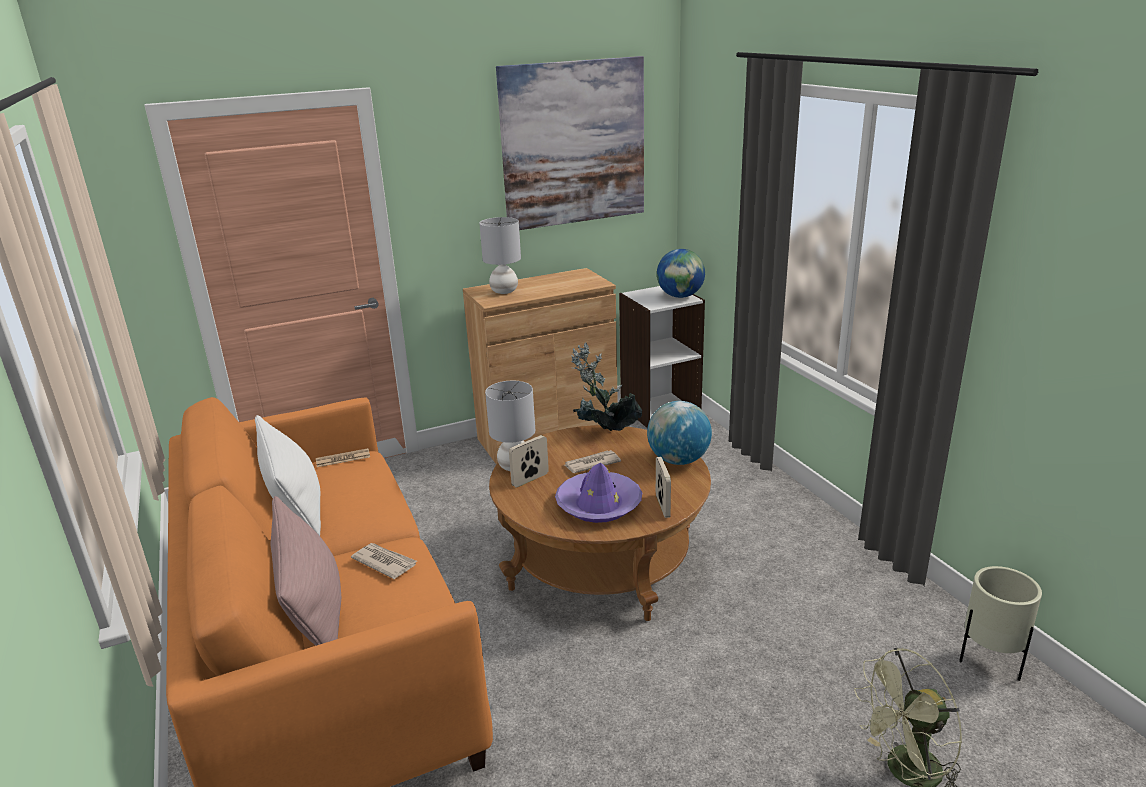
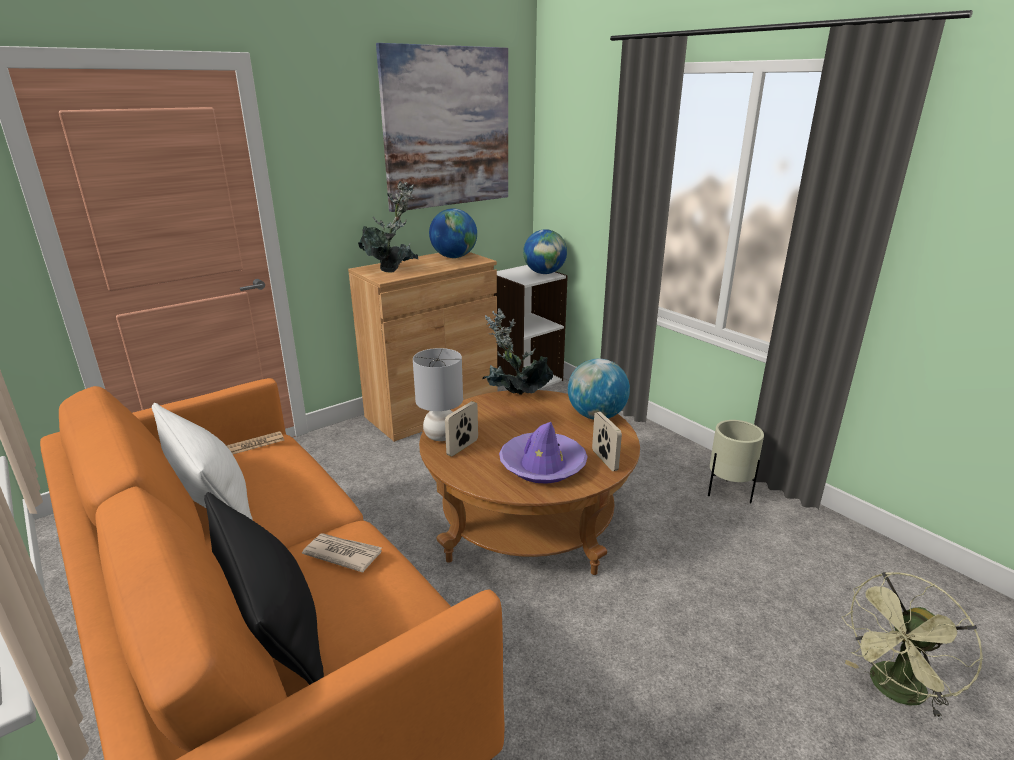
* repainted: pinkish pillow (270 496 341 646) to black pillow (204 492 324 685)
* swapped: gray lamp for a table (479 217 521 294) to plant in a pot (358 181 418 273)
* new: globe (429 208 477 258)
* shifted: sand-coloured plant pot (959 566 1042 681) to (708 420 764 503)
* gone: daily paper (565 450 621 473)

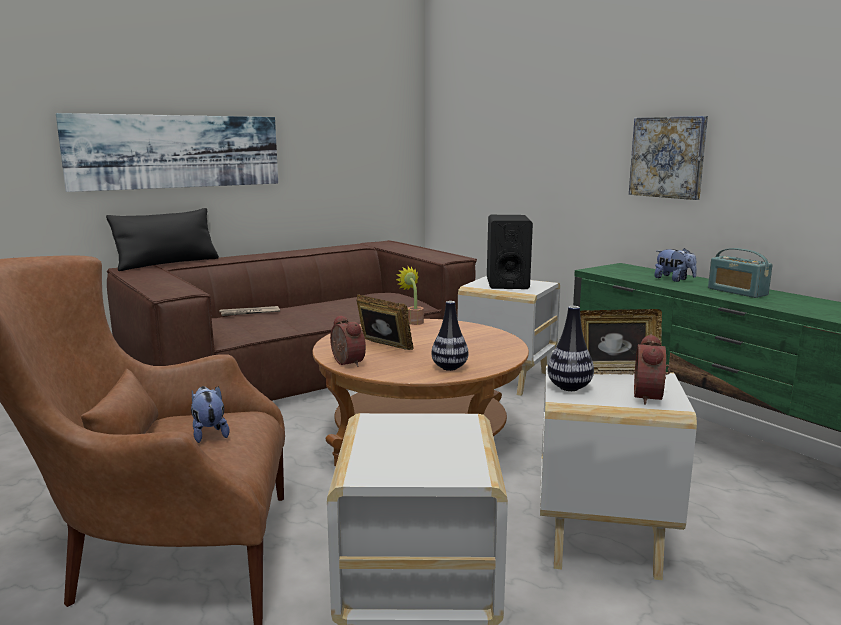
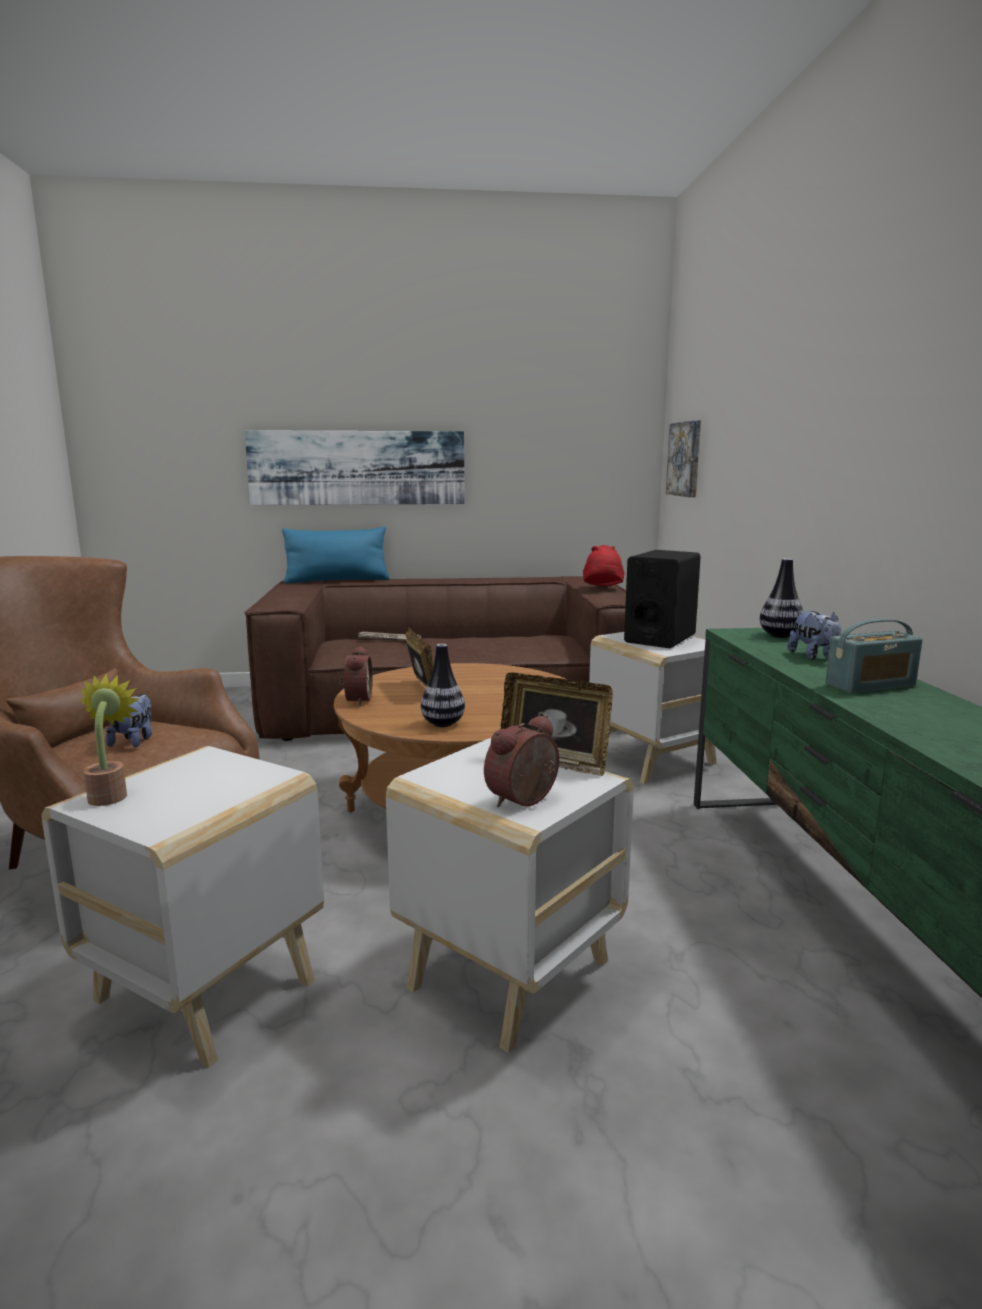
* shifted: plant in a pot (396 267 424 325) to (80 673 139 806)
* repainted: black pillow (106 208 219 271) to blue-coloured pillow (282 527 389 584)
* new: red-coloured clothing hat (583 545 624 586)
* shifted: picture (629 116 708 200) to (666 420 701 497)
* shifted: flower vase (547 306 594 391) to (760 558 804 638)
* rotated: radio receiver (708 248 773 298) = (825 619 923 693) 105 degrees counterclockwise

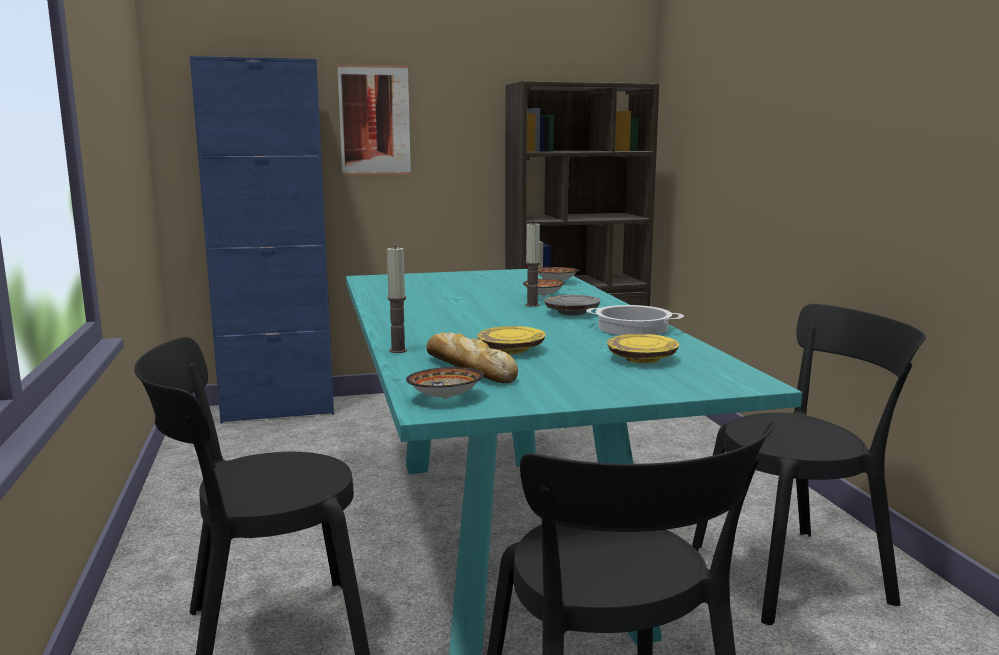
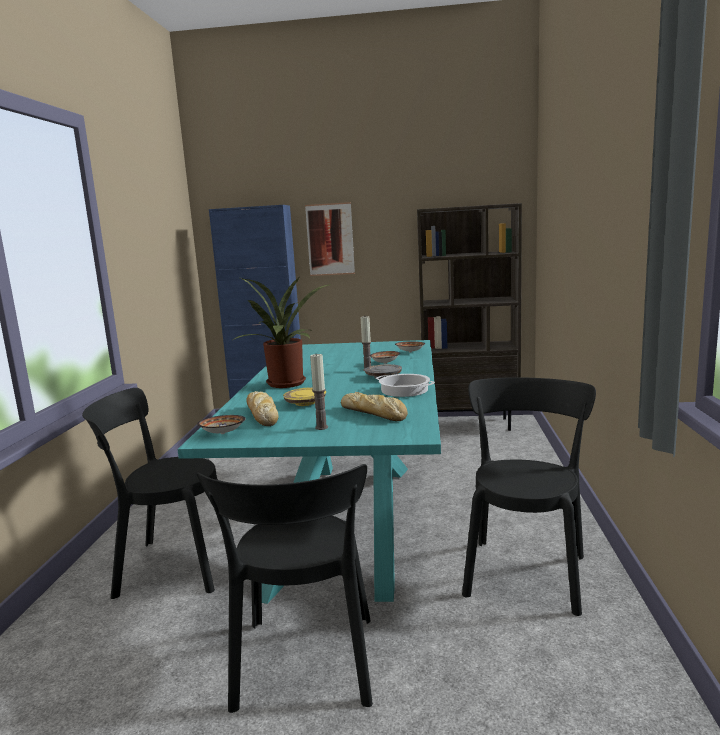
* new: plant in a pot (233 277 331 388)
* shifted: candle (387 246 407 353) to (310 354 328 430)
* swapped: yellow-coloured flat dish (607 334 679 363) to bread (341 392 408 421)
* rotated: black plain chair (692 304 926 625) = (462 377 596 616) 75 degrees counterclockwise

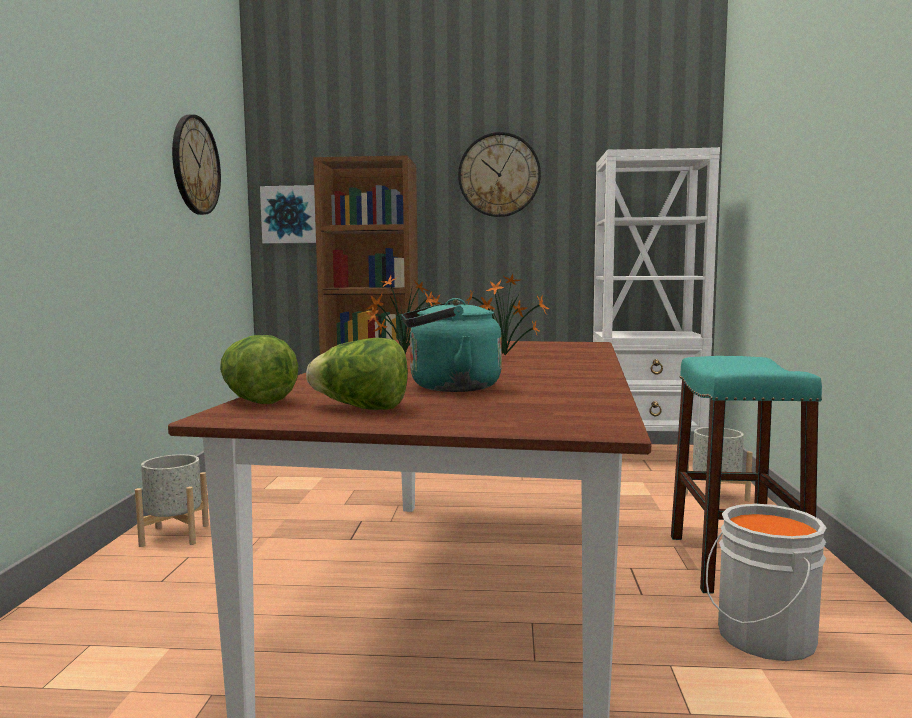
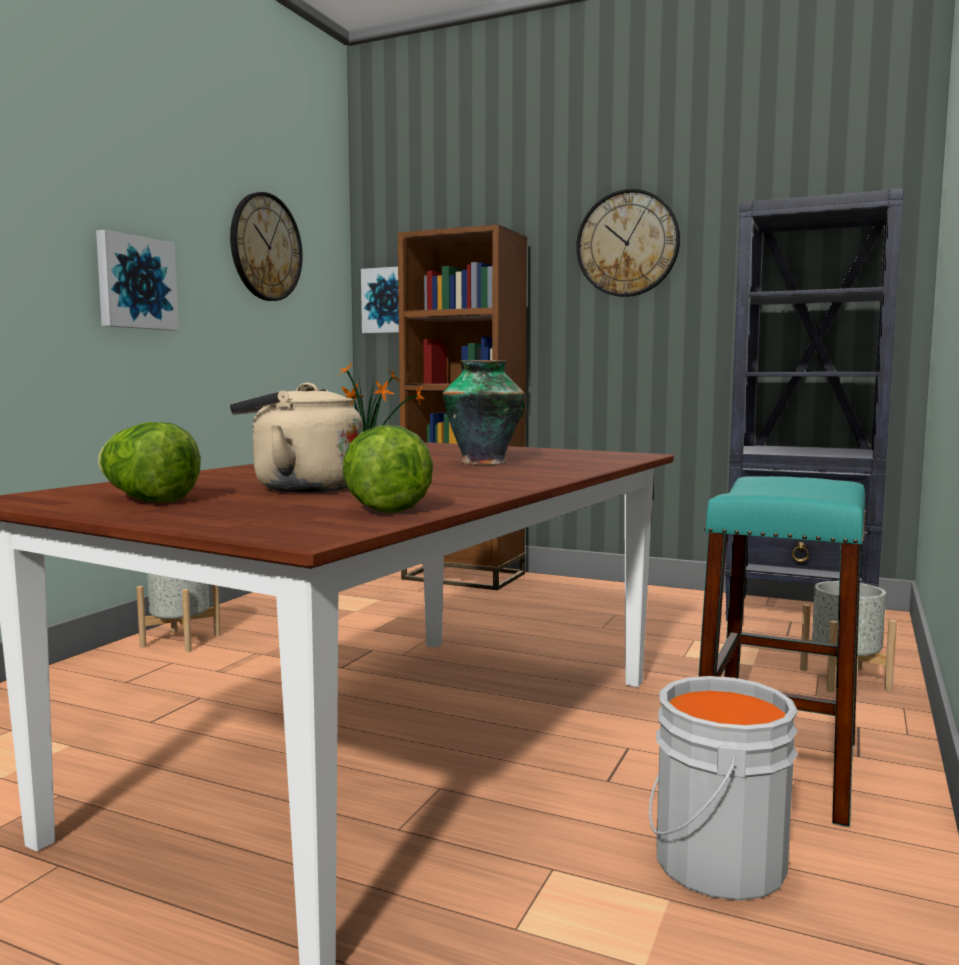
* new: picture (96 230 179 331)
* repainted: turquoise tea kettle (402 298 502 392) to sand-coloured tea kettle (230 383 363 492)
* shifted: lettuce head (220 335 298 404) to (343 425 433 513)
* swapped: plant in a pot (466 274 549 356) to flower vase (442 360 524 465)
* repainted: whitish shelving unit (593 147 720 431) to black shelving unit (725 188 904 621)

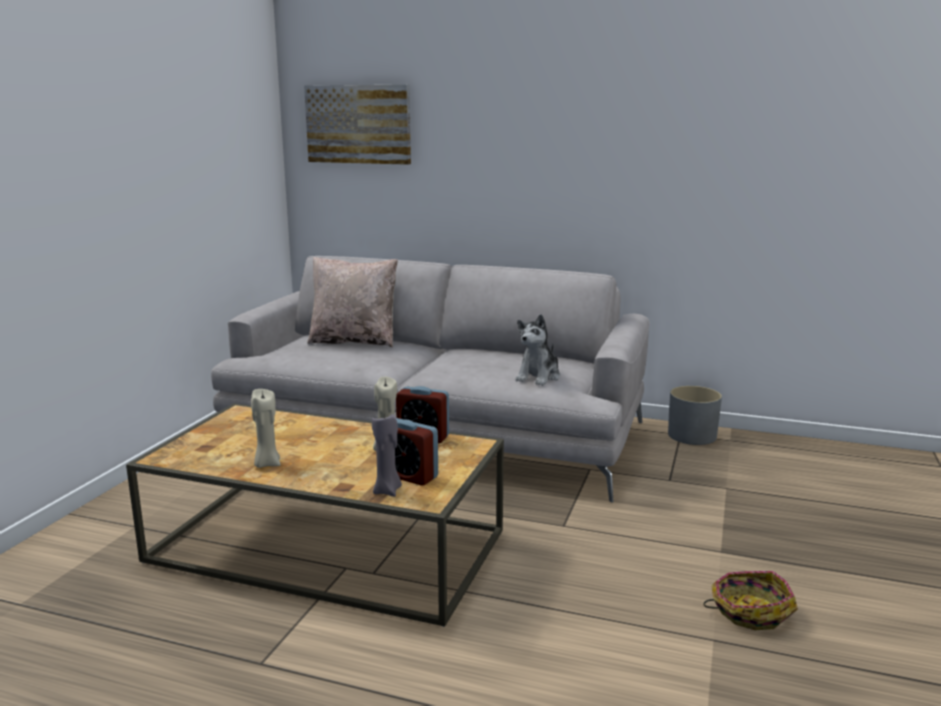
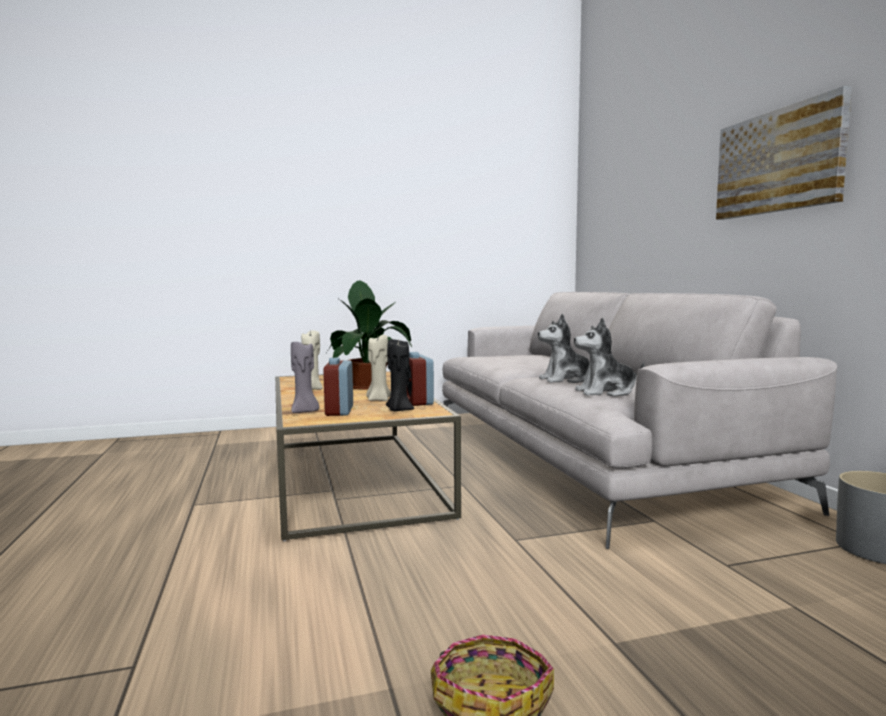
* new: plant in a pot (326 280 412 389)
* new: black candle (386 339 414 412)
* new: cuddly toy (538 314 590 383)
* shifted: picture (304 85 411 165) to (716 86 852 220)
* gone: sand-coloured pillow (307 257 398 347)

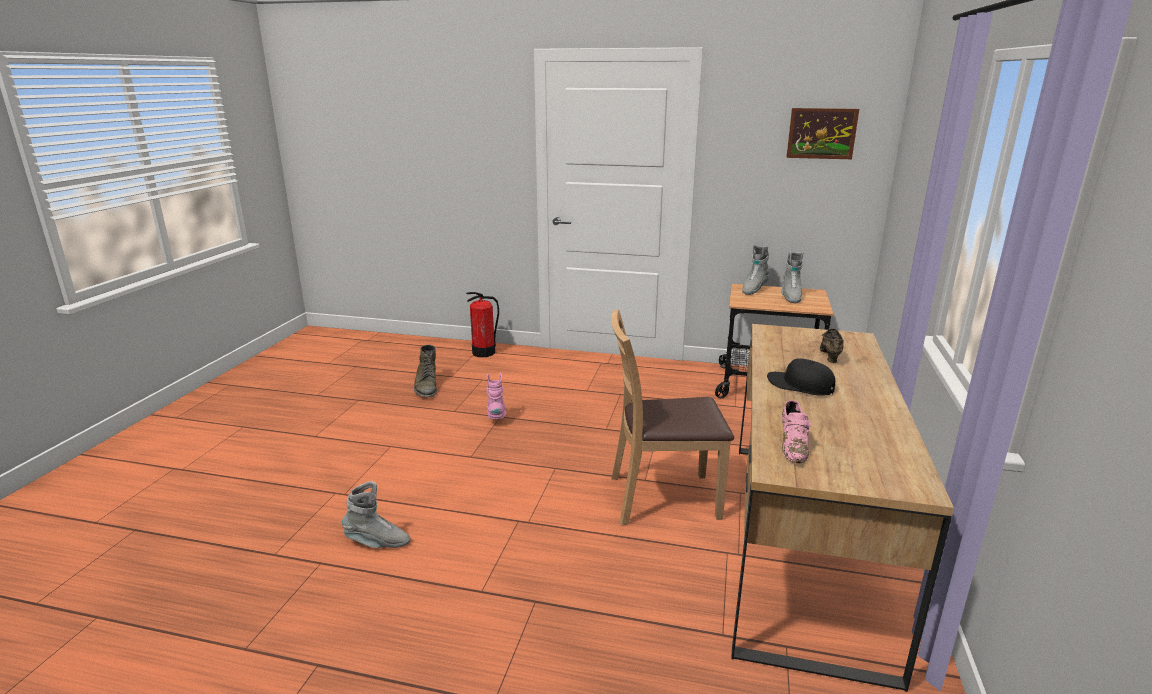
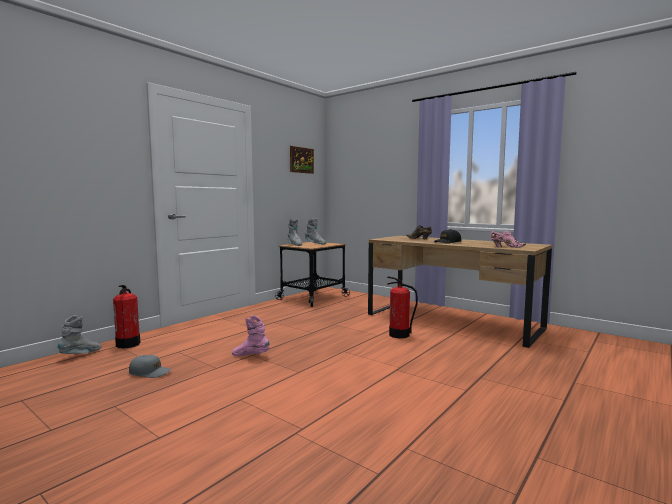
* shifted: gray boot (342 481 411 548) to (58 315 101 354)
* swapped: green boot (414 345 437 397) to gray peaked cap (129 355 171 378)
* swapped: brown plain chair (611 309 734 525) to extinguisher (387 277 418 339)

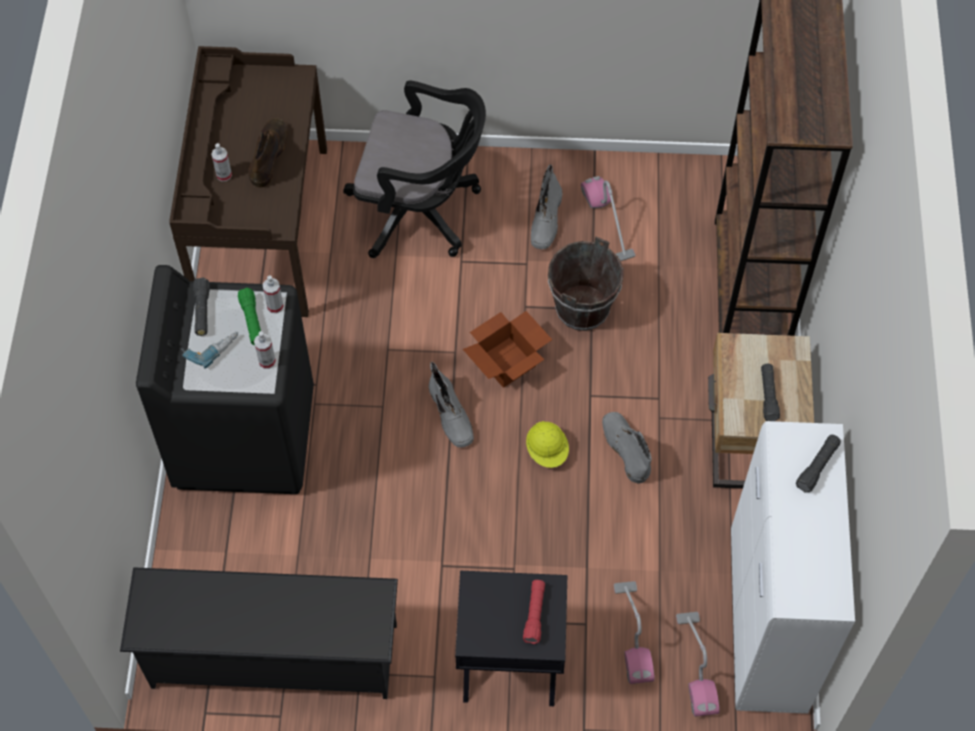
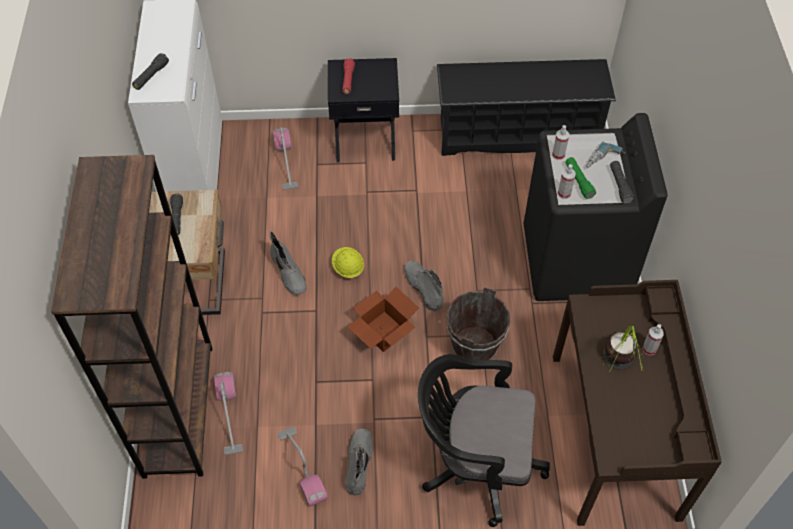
* shifted: vacuum cleaner (676 612 720 717) to (214 372 243 455)
* shifted: brown water bucket (548 236 624 331) to (447 287 510 360)
* swapped: brown boot (248 118 288 187) to plant in a pot (602 326 643 373)

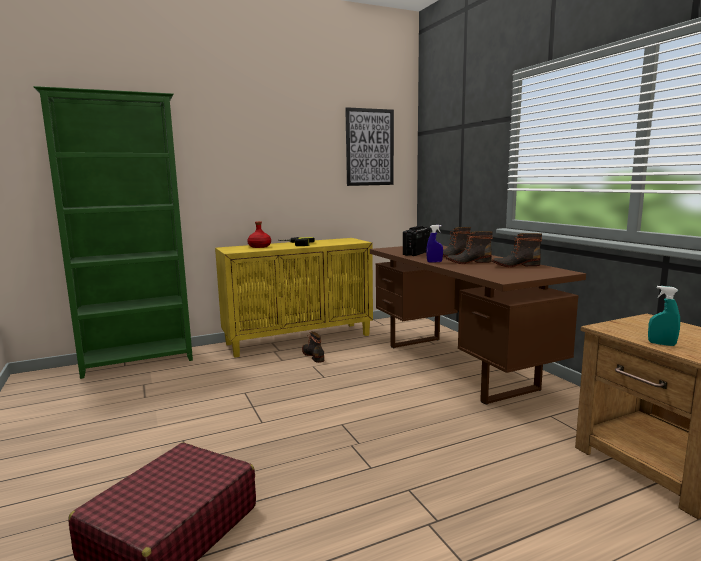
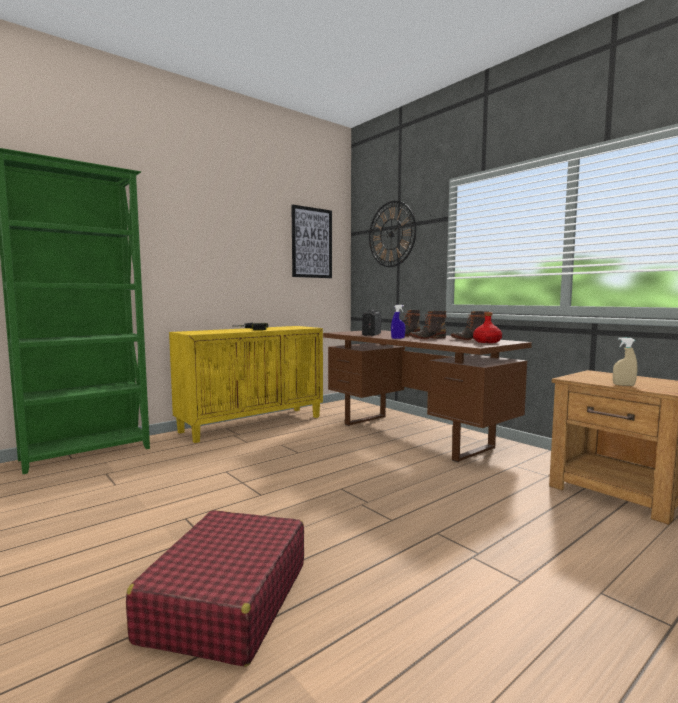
* new: clock on the wall (369 201 416 267)
* shifted: red-coloured bottle (247 221 271 248) to (473 312 502 343)
* repainted: turquoise hand sprayer (648 286 680 346) to sand-coloured hand sprayer (613 337 637 386)
* gone: boot (302 331 324 363)

